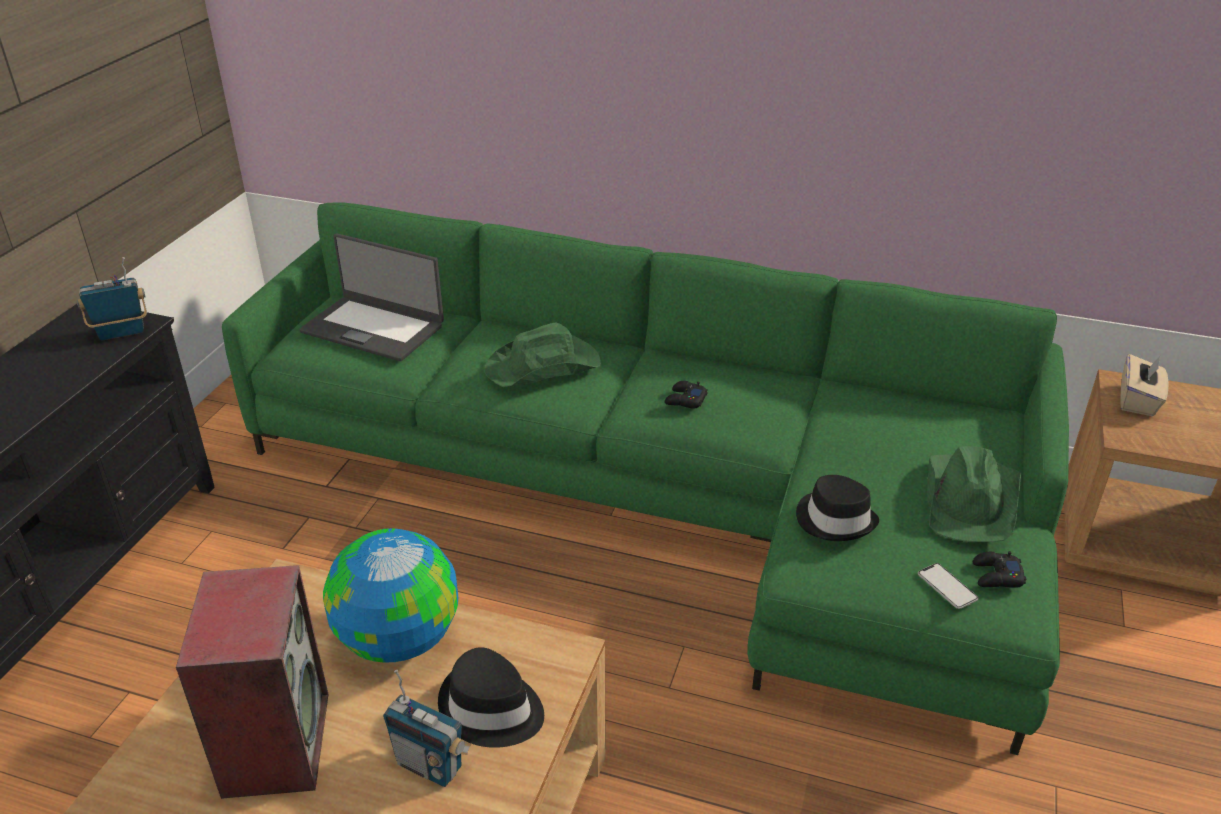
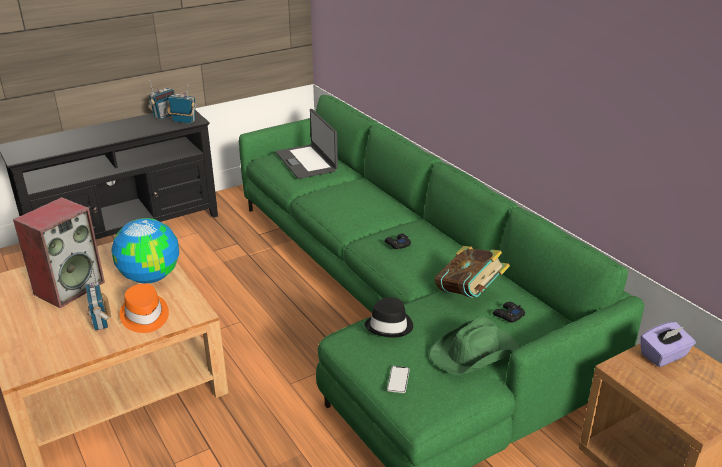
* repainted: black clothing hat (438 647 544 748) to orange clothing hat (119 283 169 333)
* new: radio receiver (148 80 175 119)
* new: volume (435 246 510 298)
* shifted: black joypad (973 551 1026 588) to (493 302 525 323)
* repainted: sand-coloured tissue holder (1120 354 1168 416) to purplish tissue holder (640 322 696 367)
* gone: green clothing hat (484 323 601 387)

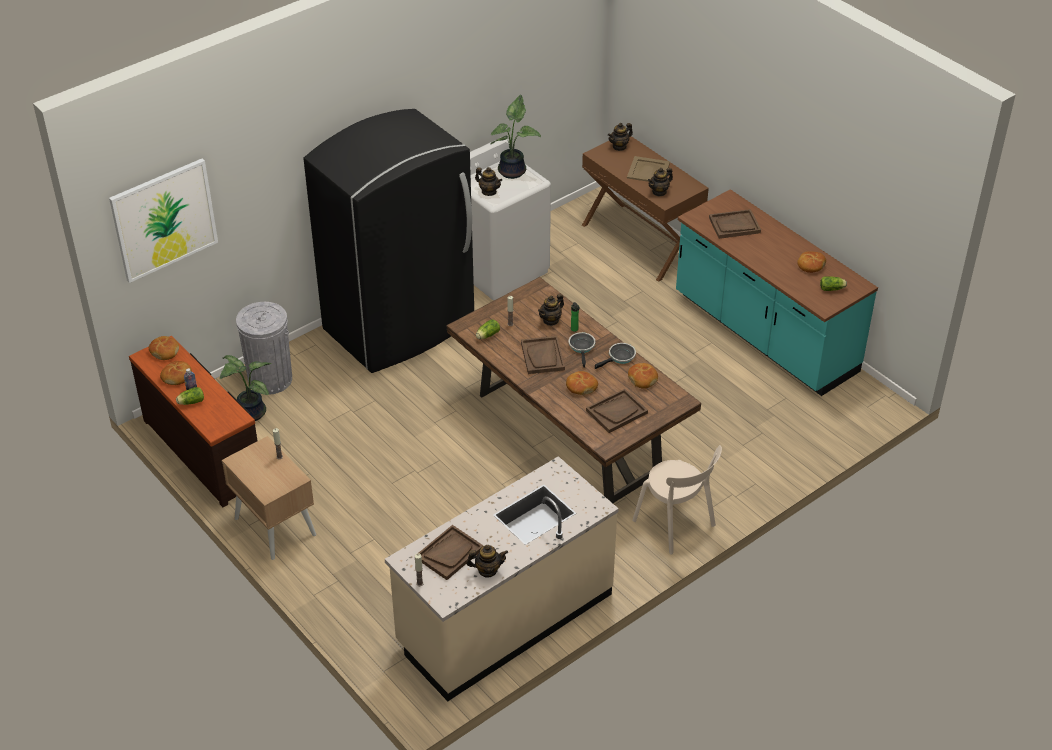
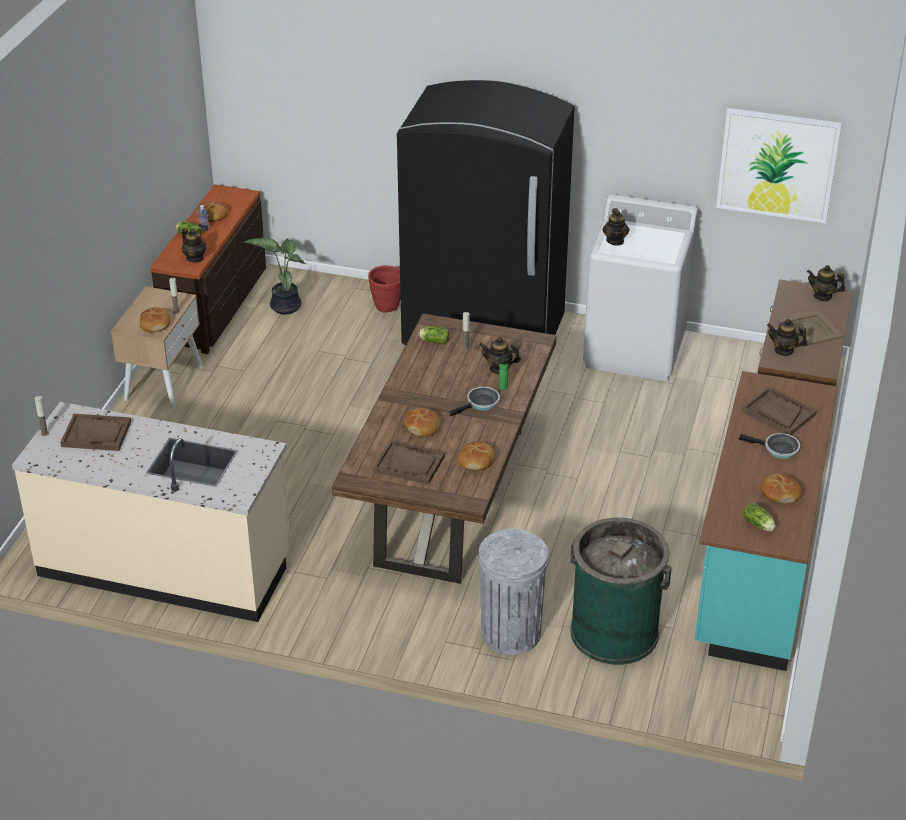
* shifted: bread (149 336 179 360) to (140 307 170 333)
* shifted: pot for tea (466 545 508 578) to (182 228 206 262)
* new: red-coloured plant pot (368 265 401 313)
* shifted: gray waste bin (236 302 292 395) to (479 529 548 655)
* new: green waste bin (570 518 672 665)
* shifted: picture (109 158 218 283) to (716 108 842 223)
* shifted: skillet (595 343 636 369) to (739 433 800 459)
* gone: plant in a pot (490 95 541 179)
* gone: brown tray (521 336 565 374)
* gone: sand-coloured plain chair (632 445 722 554)

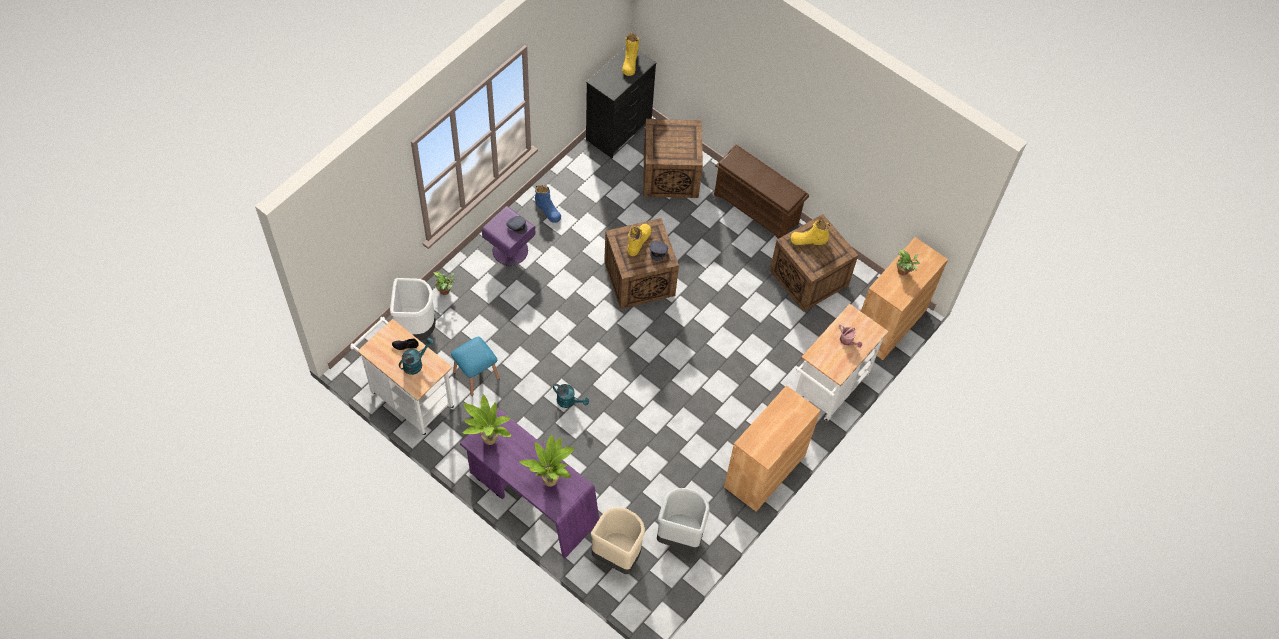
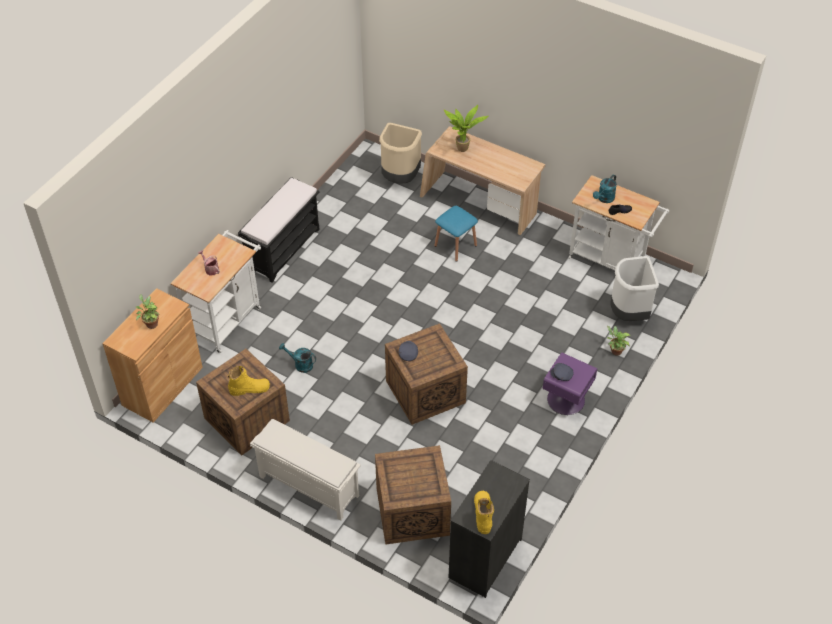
* swapped: brown cupboard (724 385 821 512) to black long seat (238 177 320 283)
* repainted: brown shoe stand (714 144 809 239) to whitish shoe stand (250 419 361 521)
* shifted: turquoise watering can (553 384 589 408) to (279 343 316 373)
* repainted: purplish desk table (460 408 599 558) to sand-coloured desk table (420 126 545 235)
* shifted: blue-coloured stool (451 337 500 396) to (434 206 478 262)
* gone: plant in a pot (463 394 511 445)
* gone: blue-coloured boot (535 185 561 223)
* gone: yellow-coloured boot (627 224 651 256)
* gone: gray waste bin (657 488 710 552)

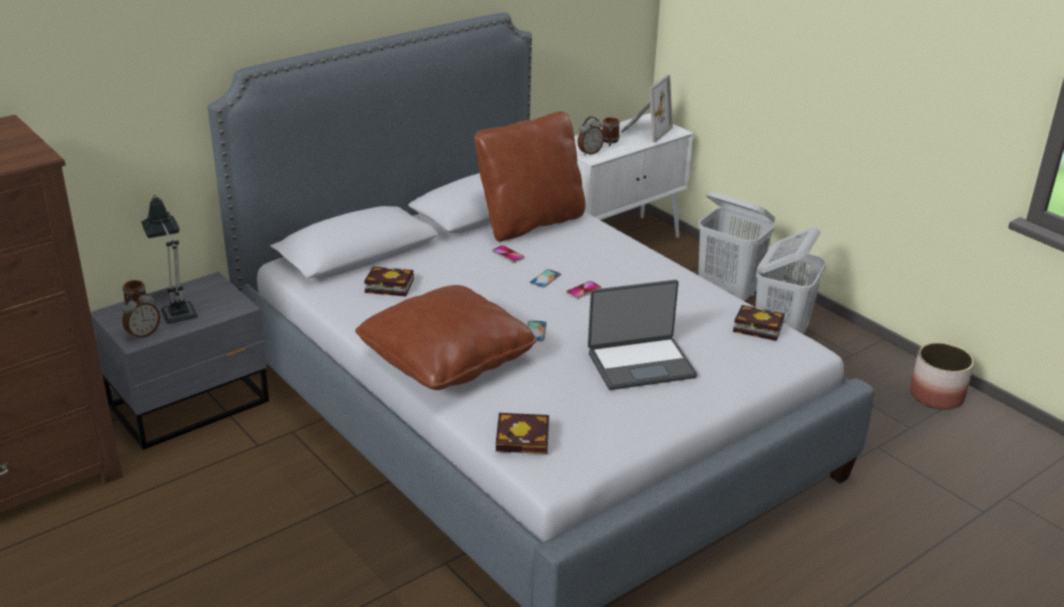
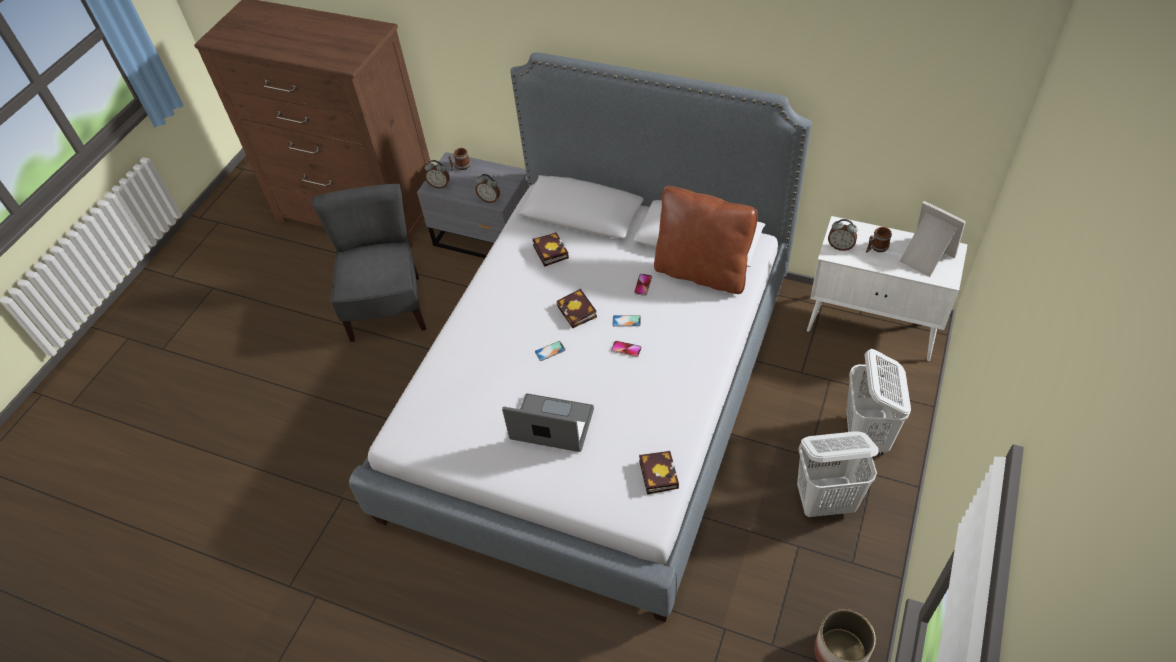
* new: gray plain chair (312 184 426 342)
* new: bedside clock (475 174 500 203)
* rotated: notebook computer (588 280 697 390) = (502 393 594 452) 150 degrees clockwise
* shifted: volume (496 413 549 454) to (557 289 597 329)
* rotated: picture frame (621 74 673 143) = (900 201 966 277) 135 degrees counterclockwise
* gone: lamp for a table (141 195 198 324)
* gone: brown pillow (355 285 537 390)

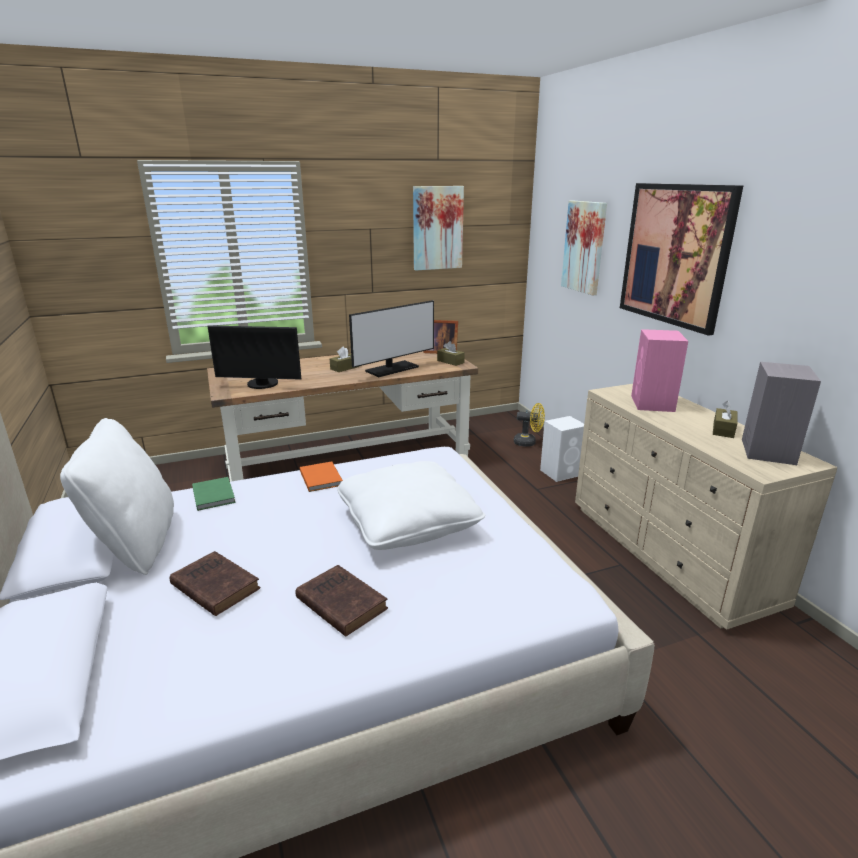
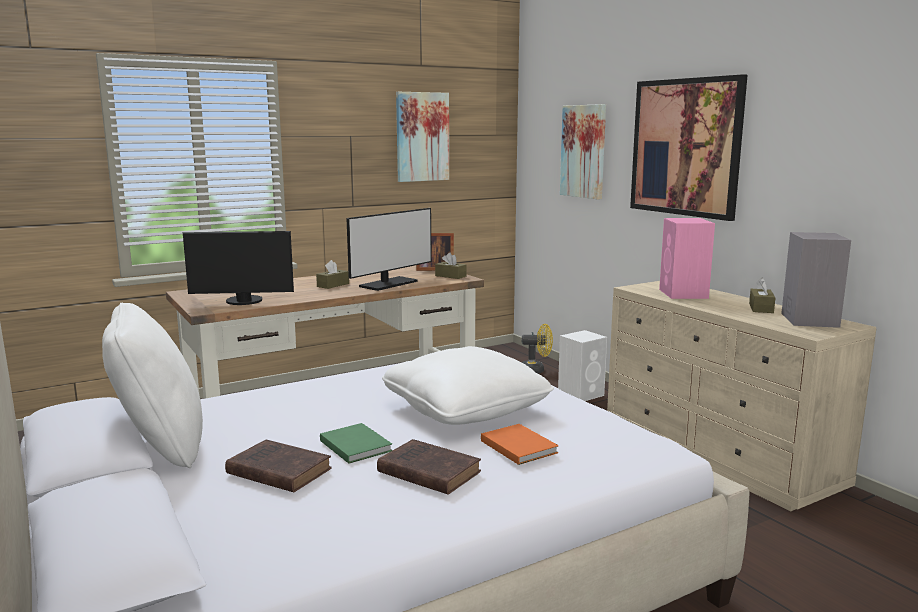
* shifted: green volume (192 477 236 511) to (320 423 392 464)
* shifted: orange volume (300 461 343 492) to (481 424 559 465)

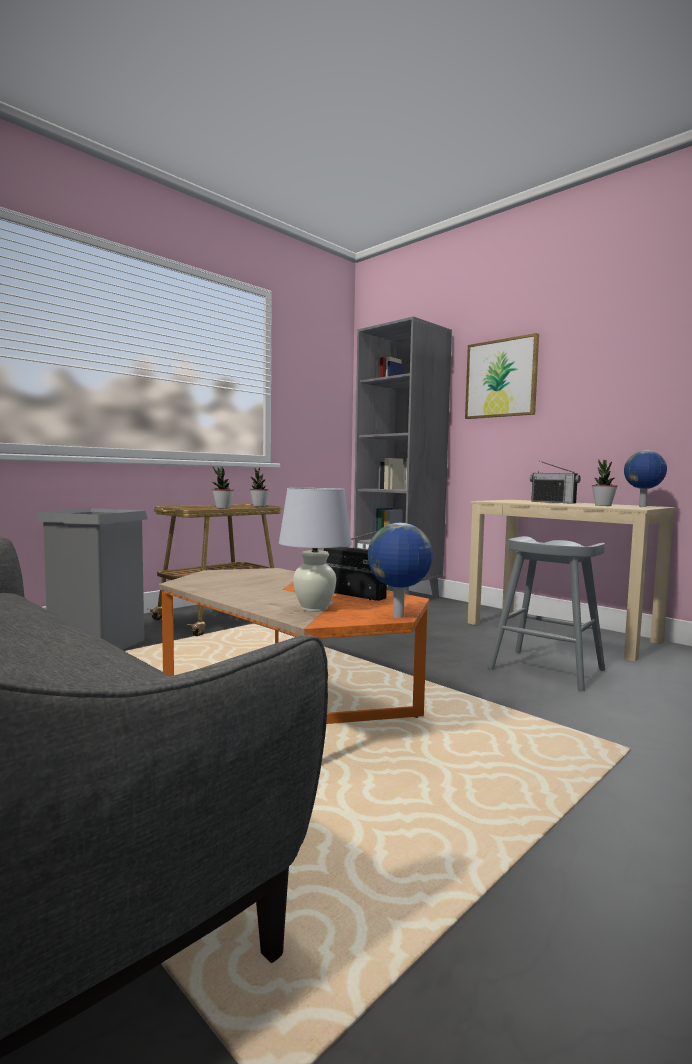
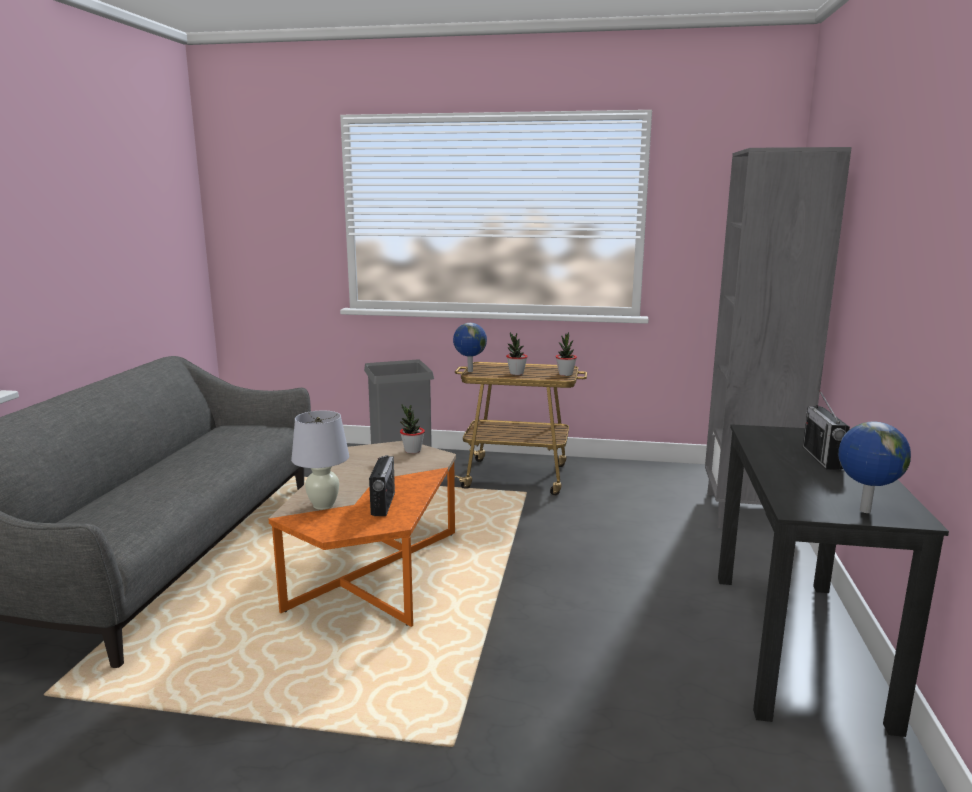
* shifted: plant in a pot (592 459 617 506) to (400 404 425 454)
* shifted: globe (368 523 433 618) to (453 323 487 372)
* repainted: sand-coloured desk table (468 500 676 661) to black desk table (718 424 949 737)
* gone: picture (465 333 539 419)
* gone: gray stool (488 536 605 691)

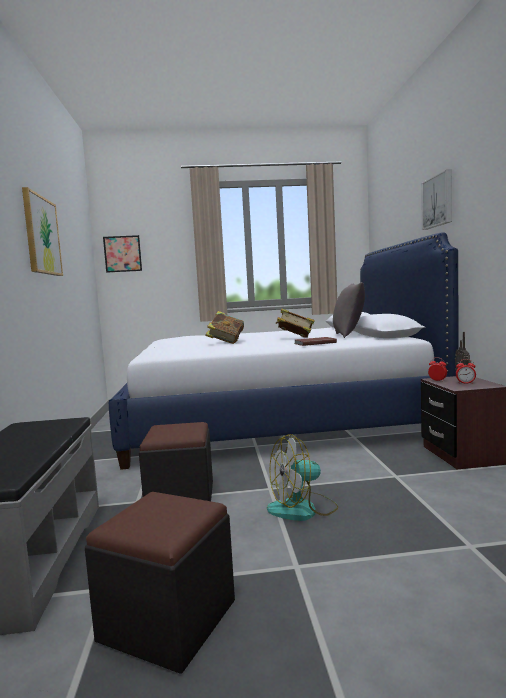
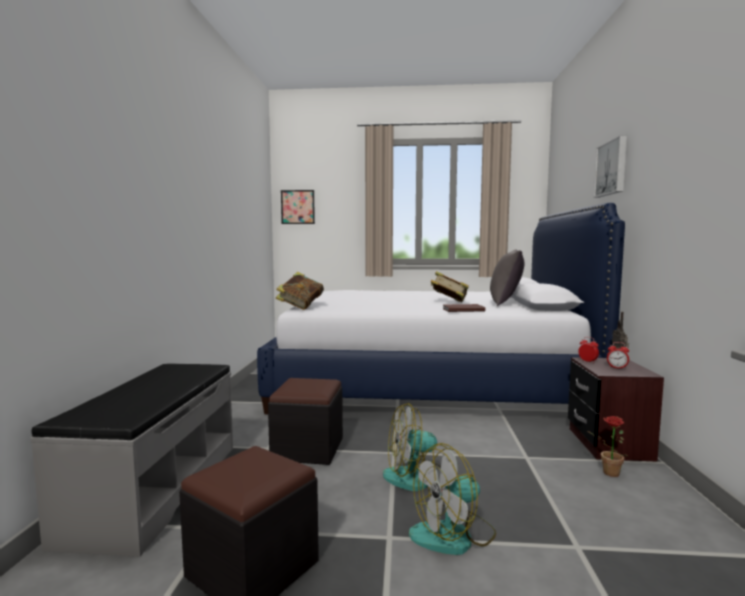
* shifted: volume (205 311 244 344) to (276 272 324 310)
* new: cooling fan (409 443 496 555)
* new: plant in a pot (588 416 629 477)
* gone: picture (22 187 63 276)

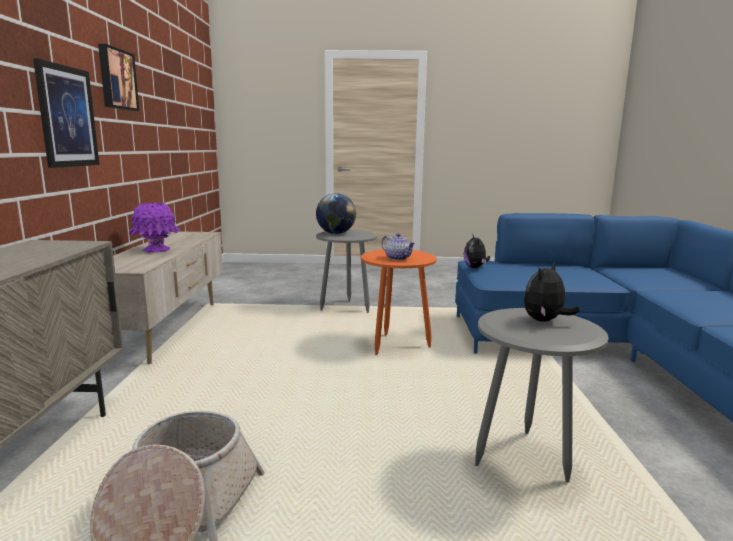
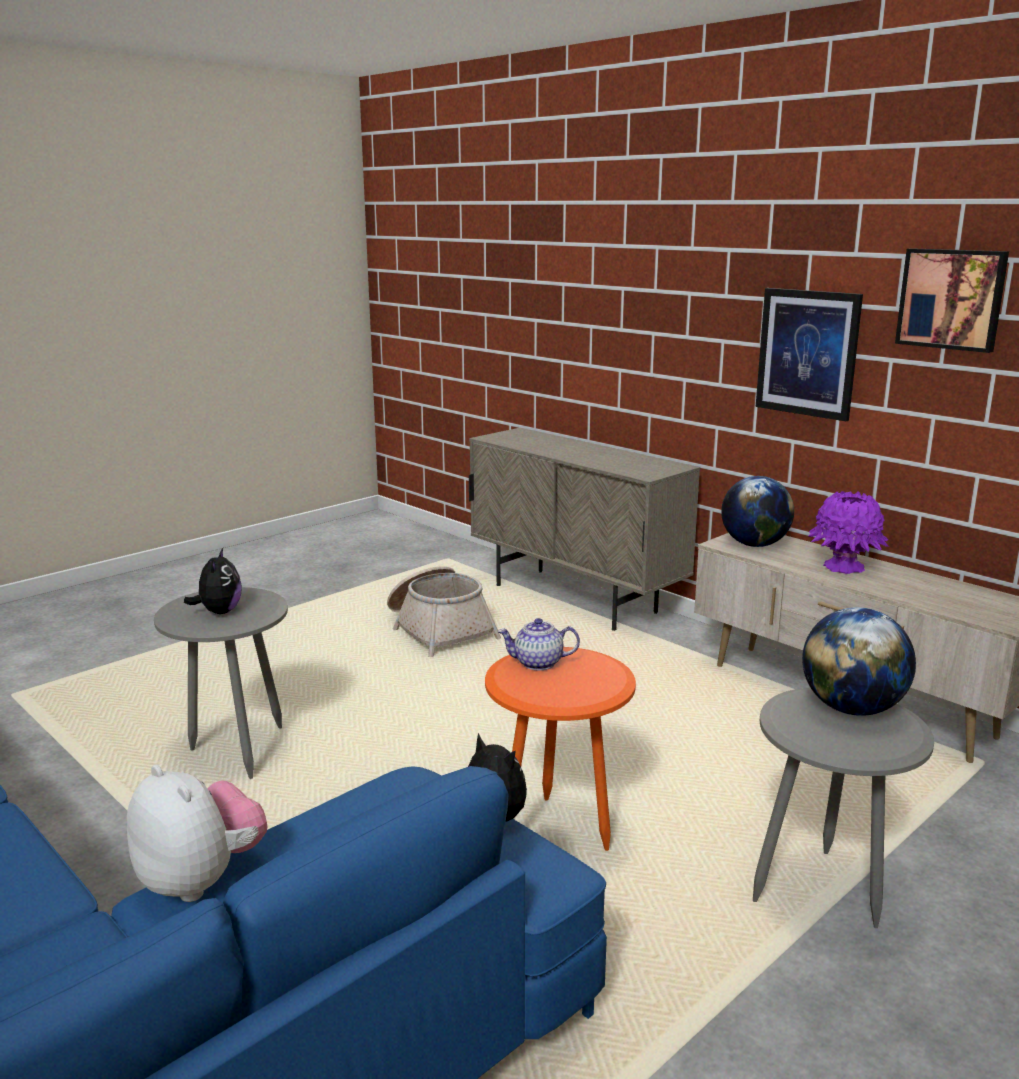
* new: cuddly toy (127 764 267 902)
* new: globe (721 476 794 547)

